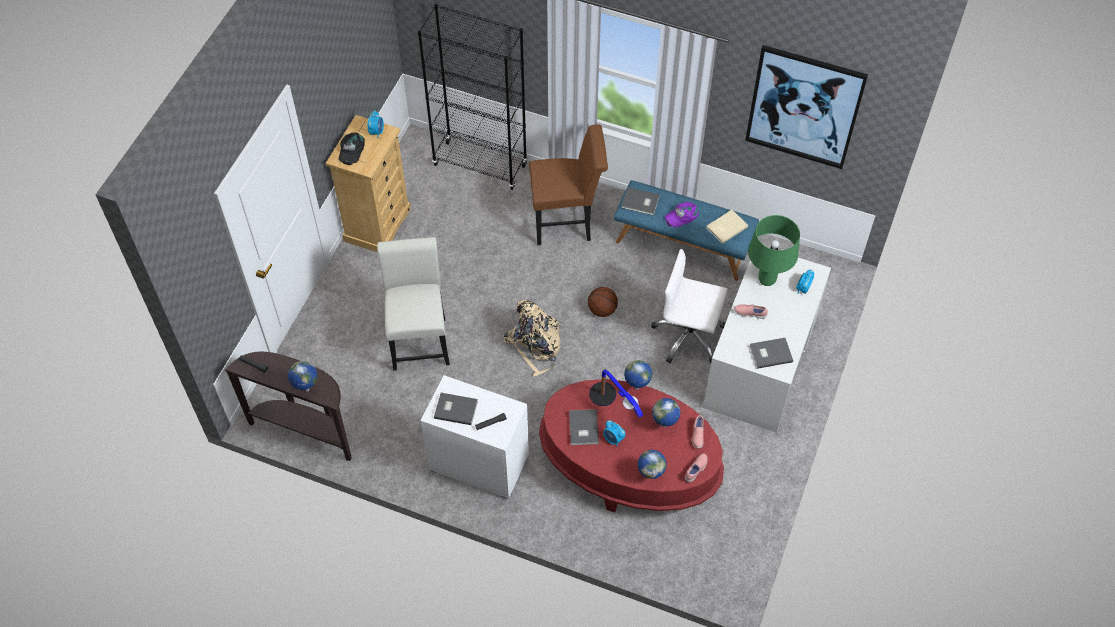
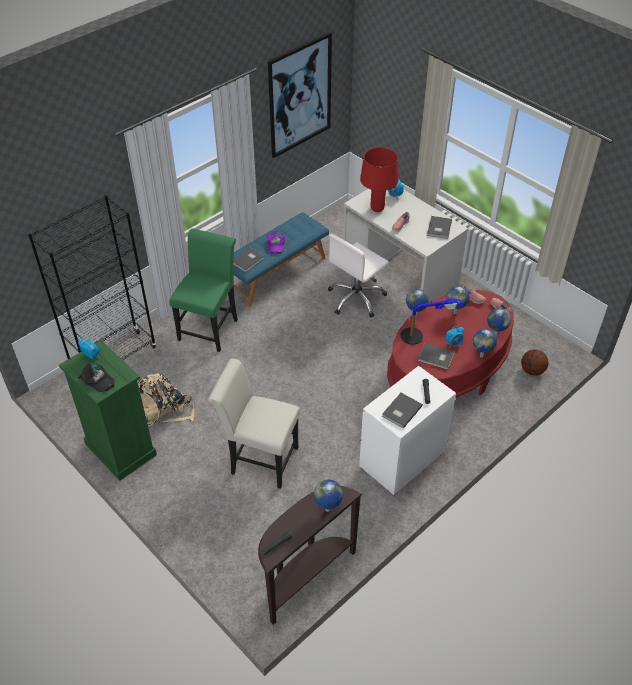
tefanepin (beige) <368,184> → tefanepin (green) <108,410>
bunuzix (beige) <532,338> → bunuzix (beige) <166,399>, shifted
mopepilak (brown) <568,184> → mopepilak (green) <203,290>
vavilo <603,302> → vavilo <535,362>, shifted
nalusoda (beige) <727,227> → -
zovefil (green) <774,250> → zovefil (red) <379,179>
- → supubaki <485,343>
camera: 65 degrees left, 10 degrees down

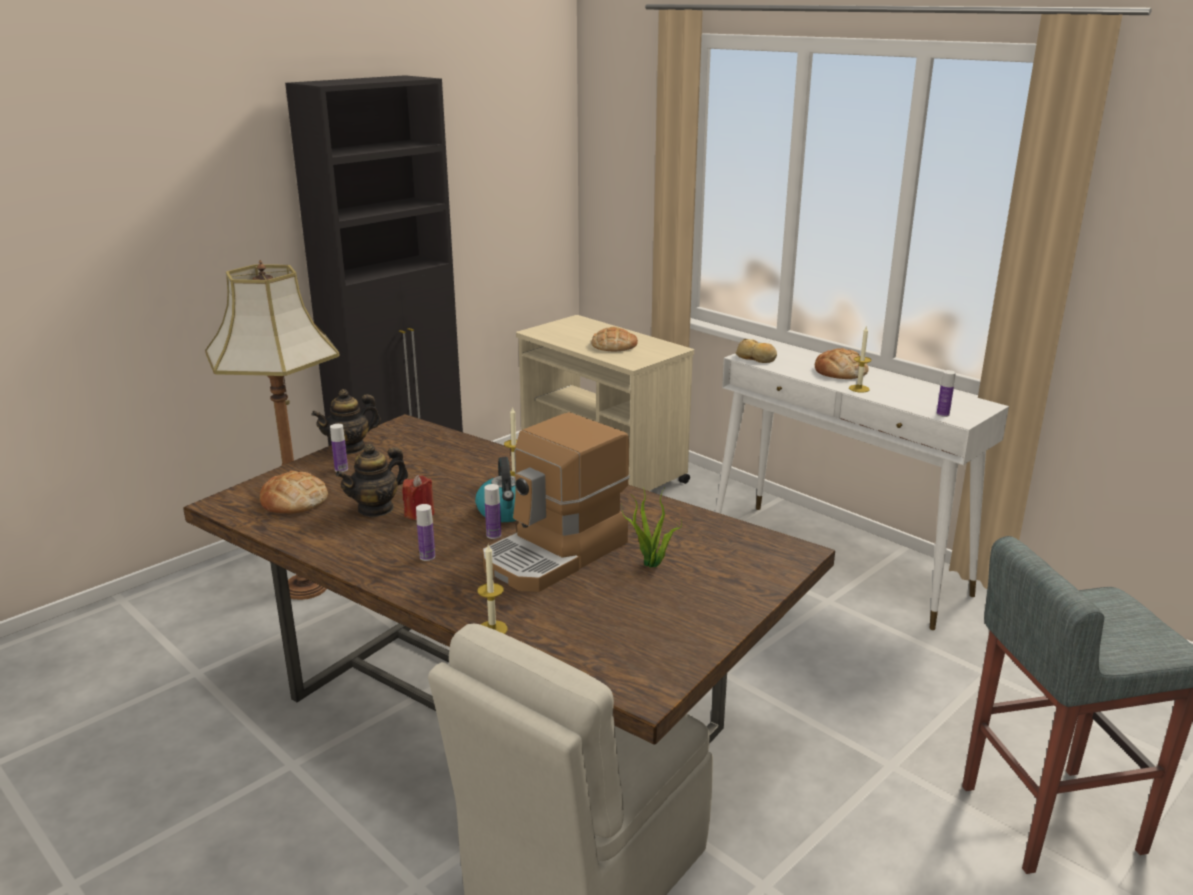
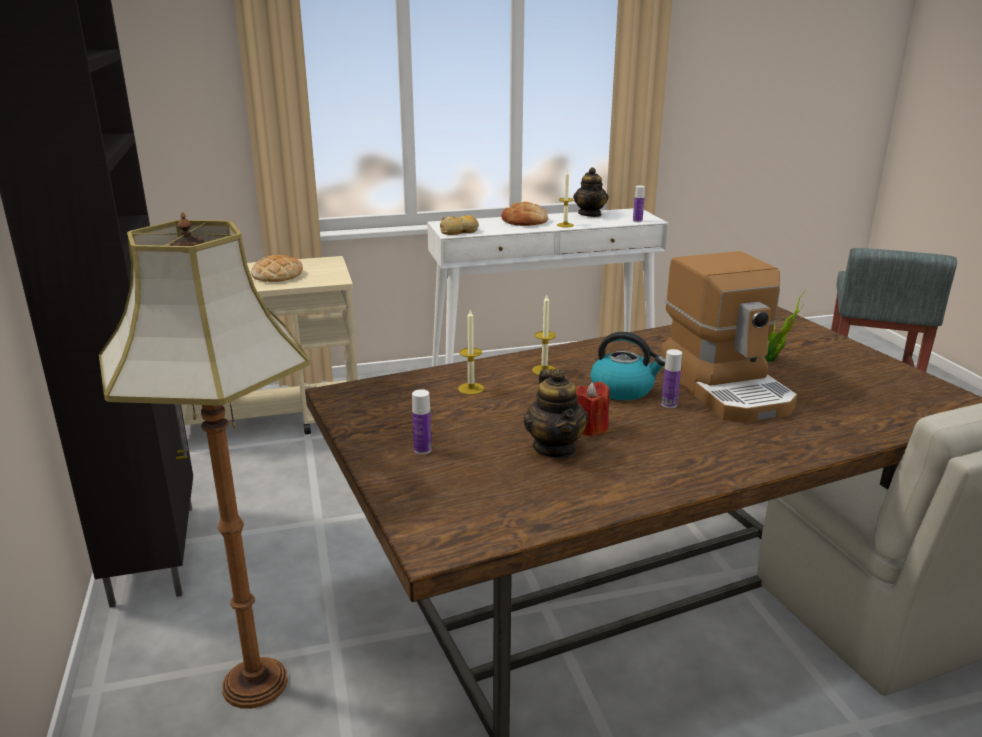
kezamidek <294,492> → -
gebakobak <346,421> → gebakobak <590,192>, shifted
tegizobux <425,532> → -
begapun <493,589> → begapun <471,352>, shifted
camera: 60 degrees left, 0 degrees up

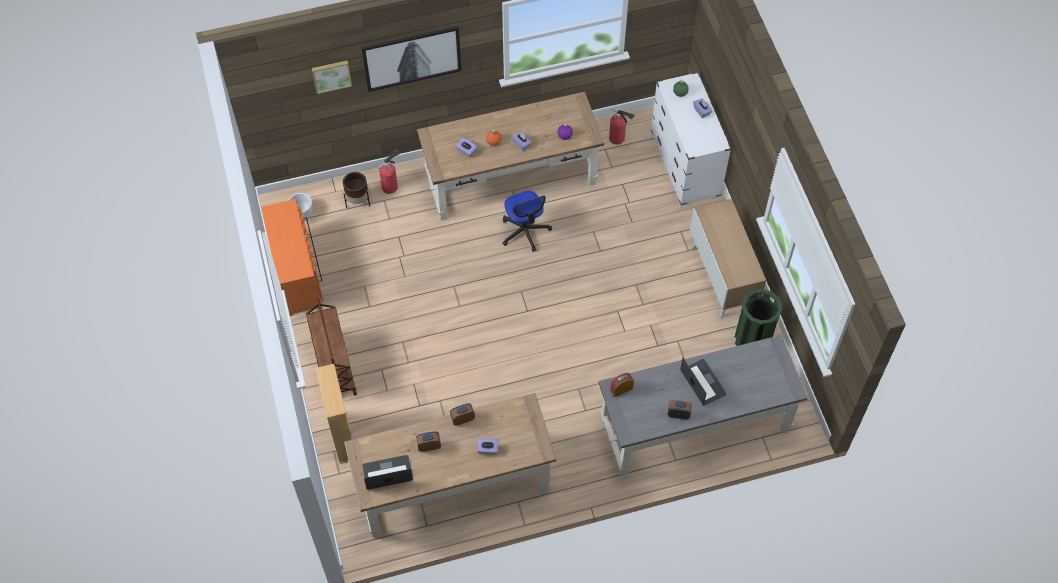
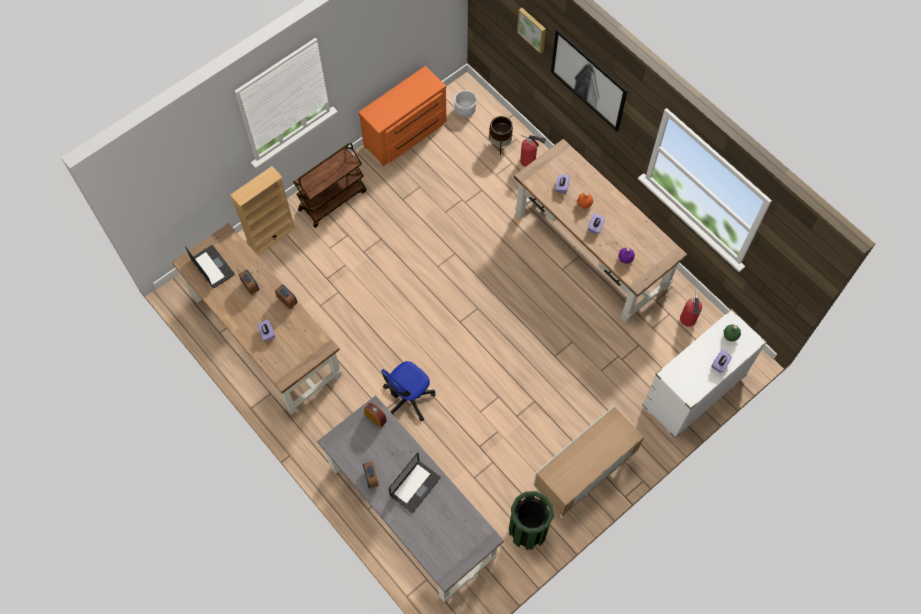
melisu <527,221> → melisu <408,391>, shifted
camera: 65 degrees right, 5 degrees up

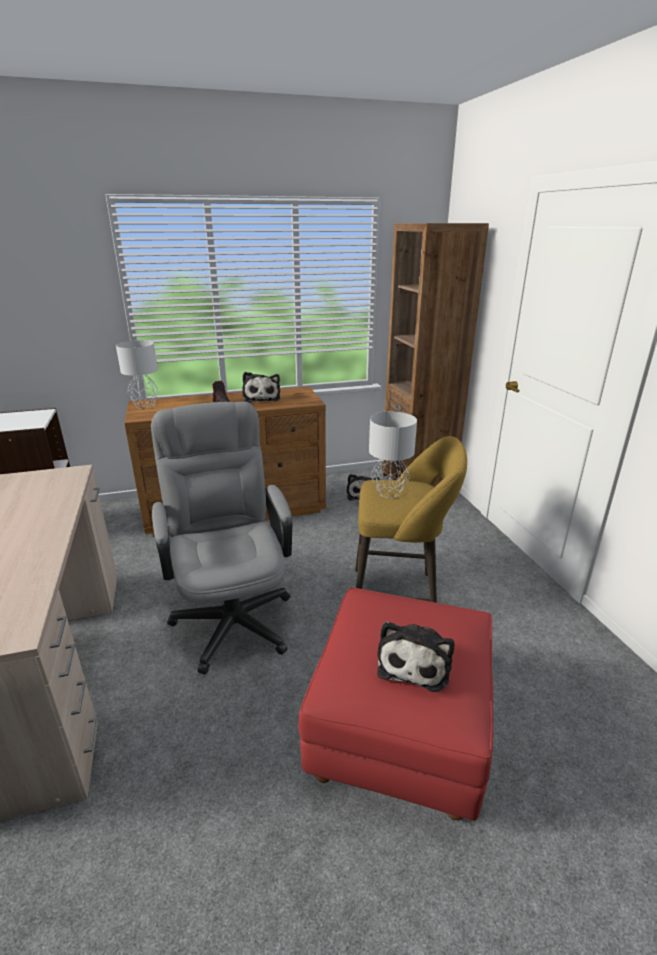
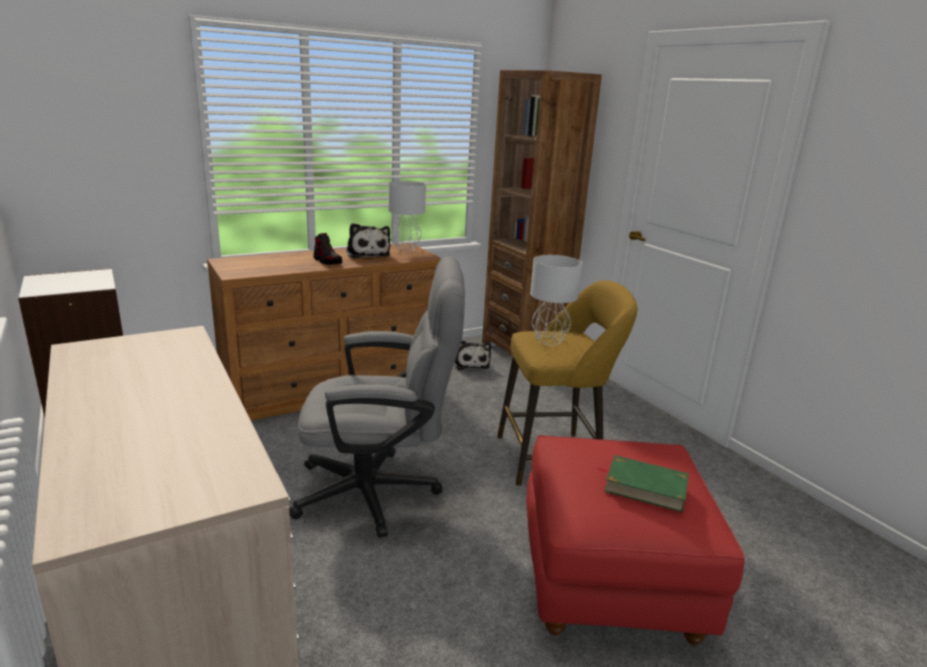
zovefil (grey) <137,375> → zovefil (grey) <407,216>, shifted
melisu (grey) <222,538> → melisu (grey) <377,397>, 120 degrees clockwise
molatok <415,656> → nalusoda (green) <643,483>
camera: 15 degrees left, 5 degrees down

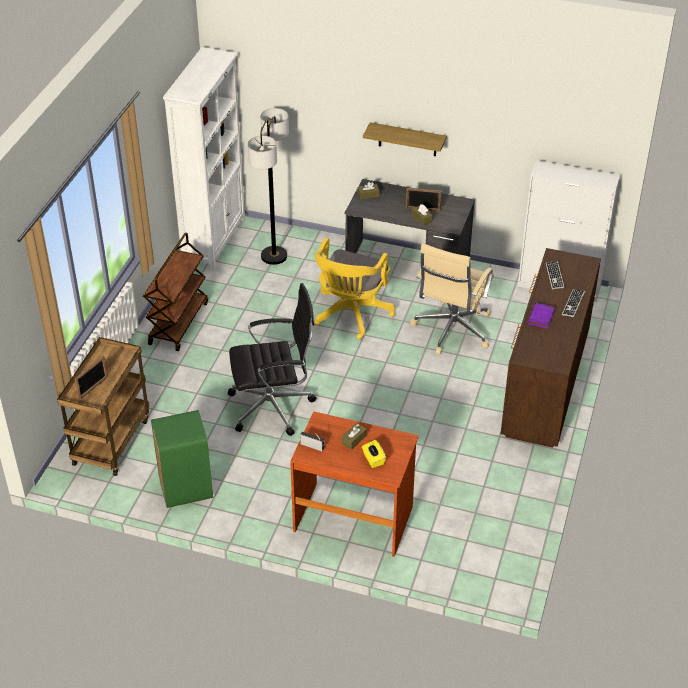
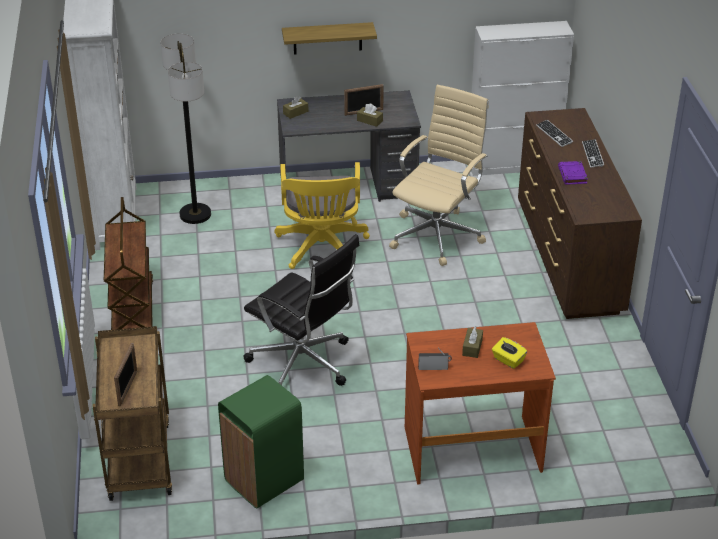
melisu (black) <272,359> → melisu (black) <301,310>, 75 degrees clockwise
melisu (beige) <452,299> → melisu (beige) <438,175>, 150 degrees counterclockwise
camera: 25 degrees left, 5 degrees down

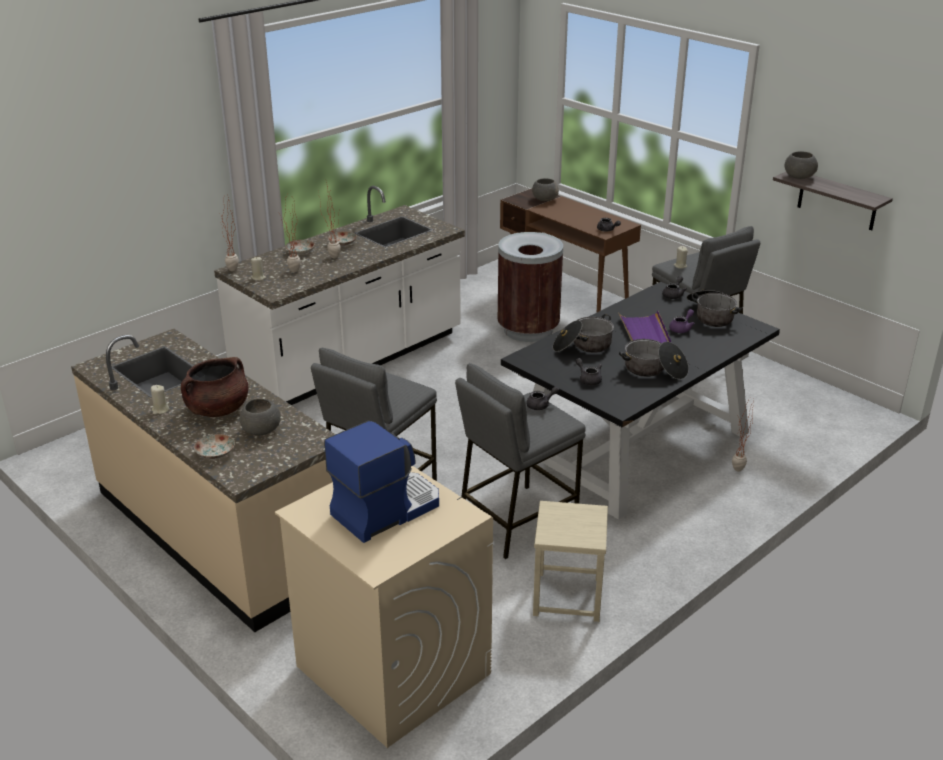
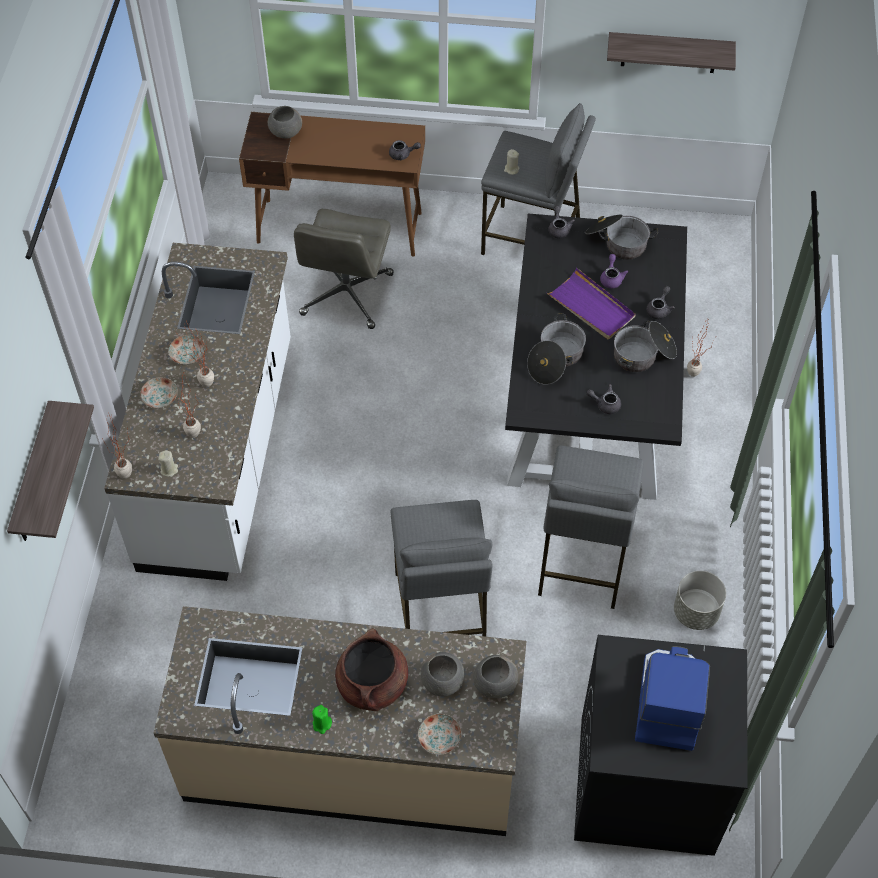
begapun (beige) <160,399> → begapun (green) <322,719>
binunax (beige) <384,607> → binunax (black) <661,745>
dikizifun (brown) <530,287> → melisu (grey) <344,269>
gebakobak (grey) <542,398> → gebakobak (grey) <660,302>, shifted
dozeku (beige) <570,561> → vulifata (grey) <700,600>
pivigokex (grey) <801,165> → pivigokex (grey) <495,676>, shifted
- → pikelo <50,471>
camera: 40 degrees left, 25 degrees up

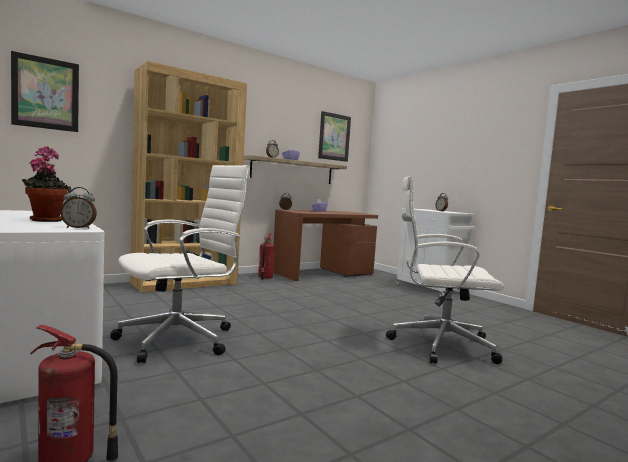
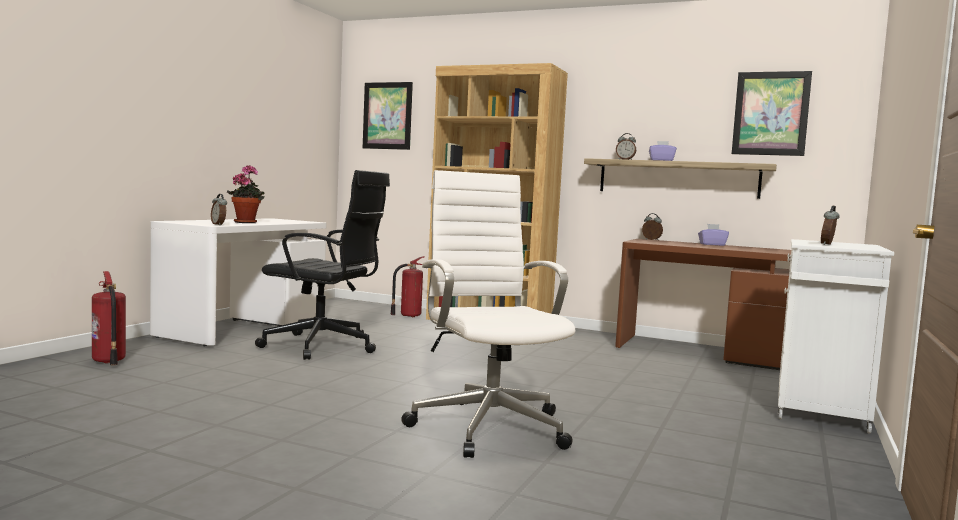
melisu (white) <180,264> → melisu (black) <322,265>
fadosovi <266,256> → fadosovi <407,286>, shifted
camera: 60 degrees right, 0 degrees up

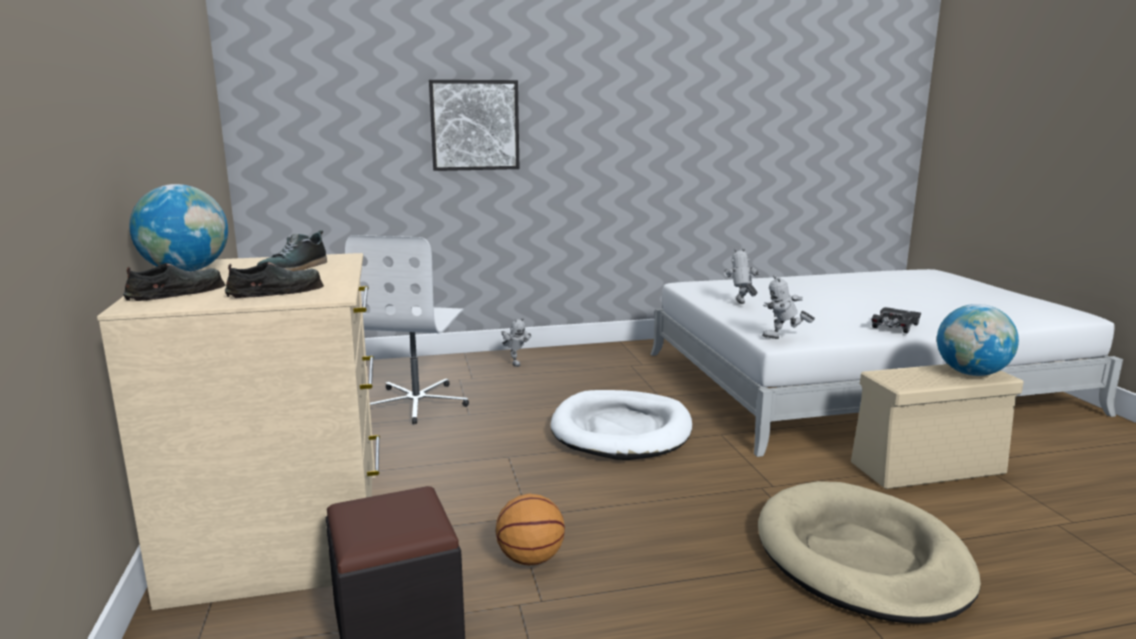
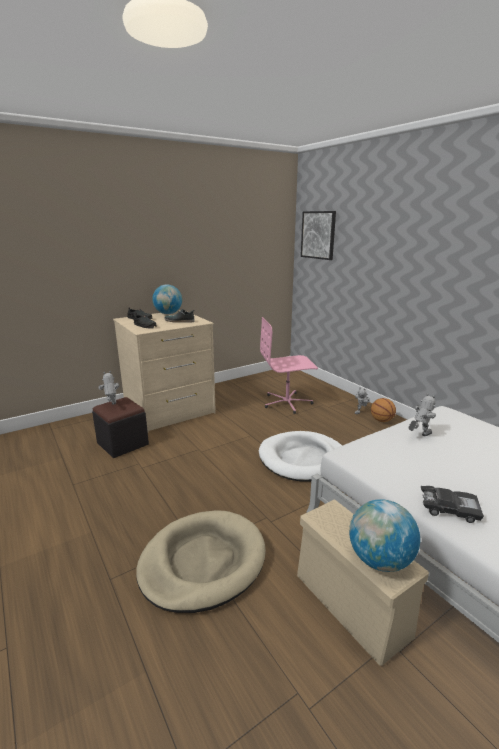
melisu (white) <407,329> → melisu (pink) <289,365>
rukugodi <474,125> → rukugodi <318,235>, shifted
vavilo <530,529> → vavilo <383,410>, shifted
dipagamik <788,307> → dipagamik <108,388>, shifted
camera: 70 degrees right, 5 degrees up

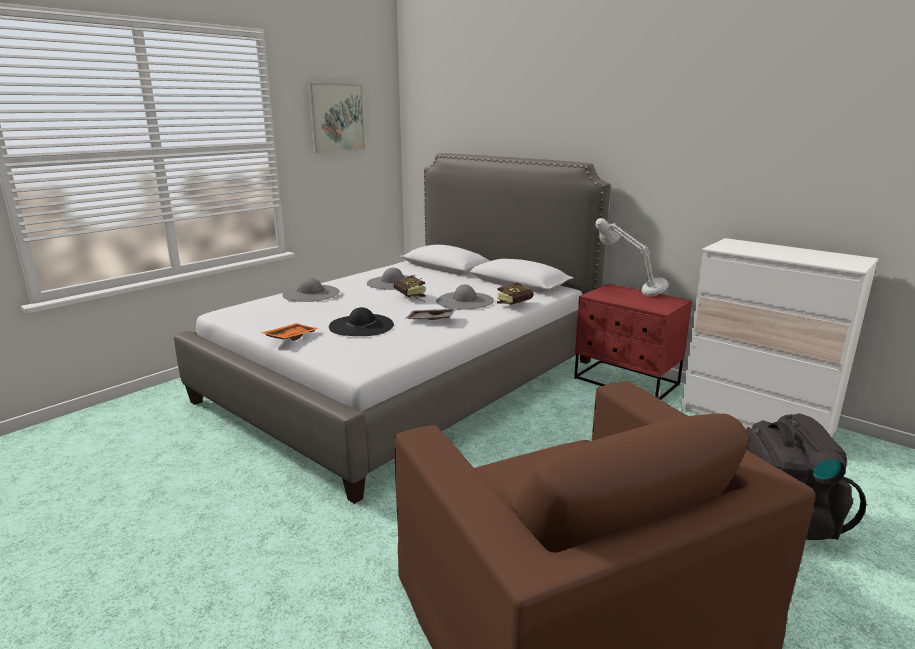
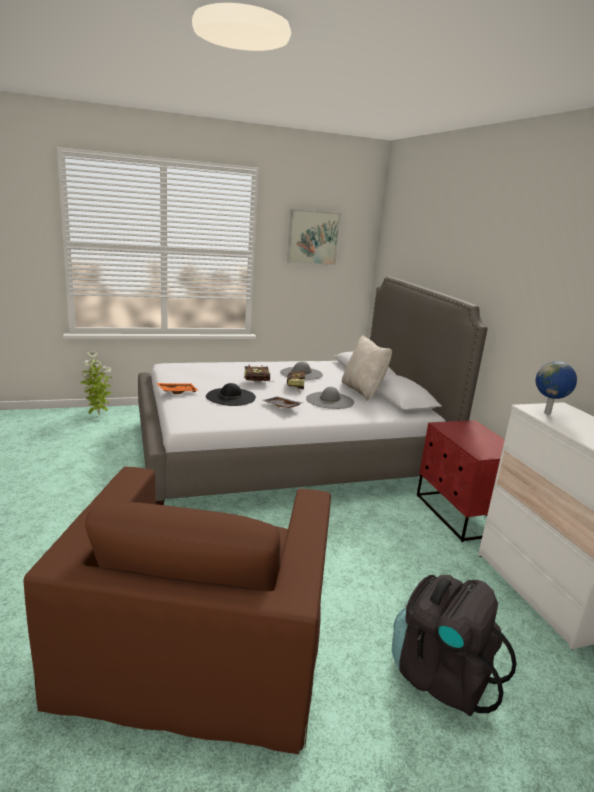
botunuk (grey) <311,290> → -
nalusoda <515,293> → nalusoda <257,373>, shifted
zovefil (grey) <631,257> → -
- → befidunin <96,383>
- → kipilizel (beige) <367,368>
- → supubaki <556,388>
camera: 30 degrees right, 0 degrees up

